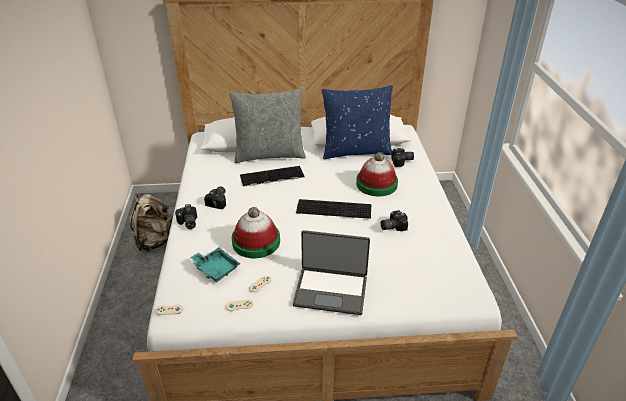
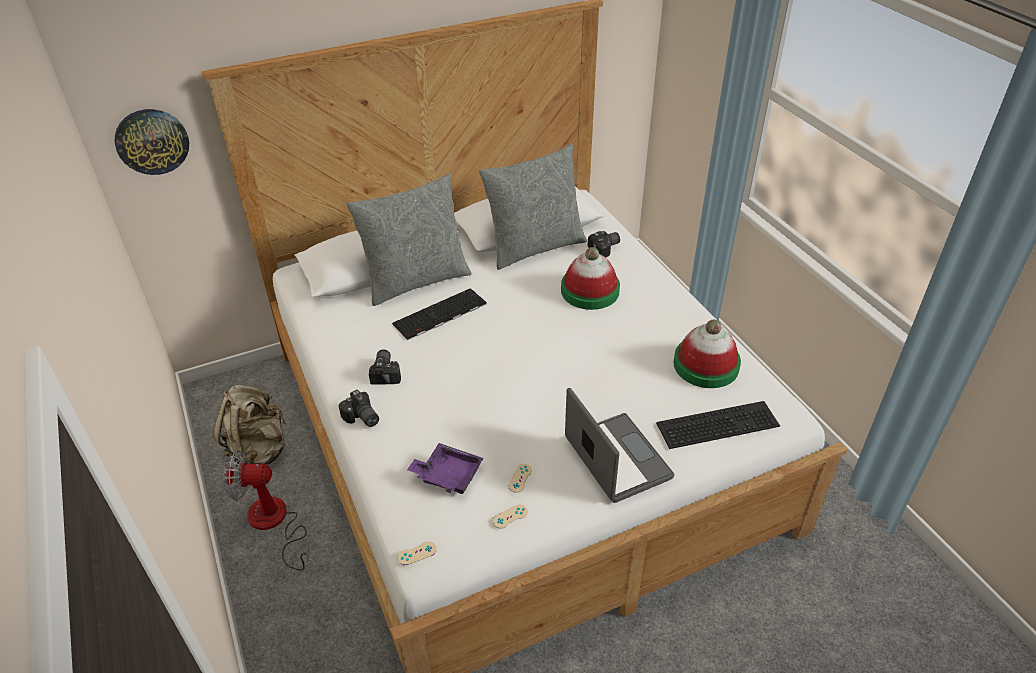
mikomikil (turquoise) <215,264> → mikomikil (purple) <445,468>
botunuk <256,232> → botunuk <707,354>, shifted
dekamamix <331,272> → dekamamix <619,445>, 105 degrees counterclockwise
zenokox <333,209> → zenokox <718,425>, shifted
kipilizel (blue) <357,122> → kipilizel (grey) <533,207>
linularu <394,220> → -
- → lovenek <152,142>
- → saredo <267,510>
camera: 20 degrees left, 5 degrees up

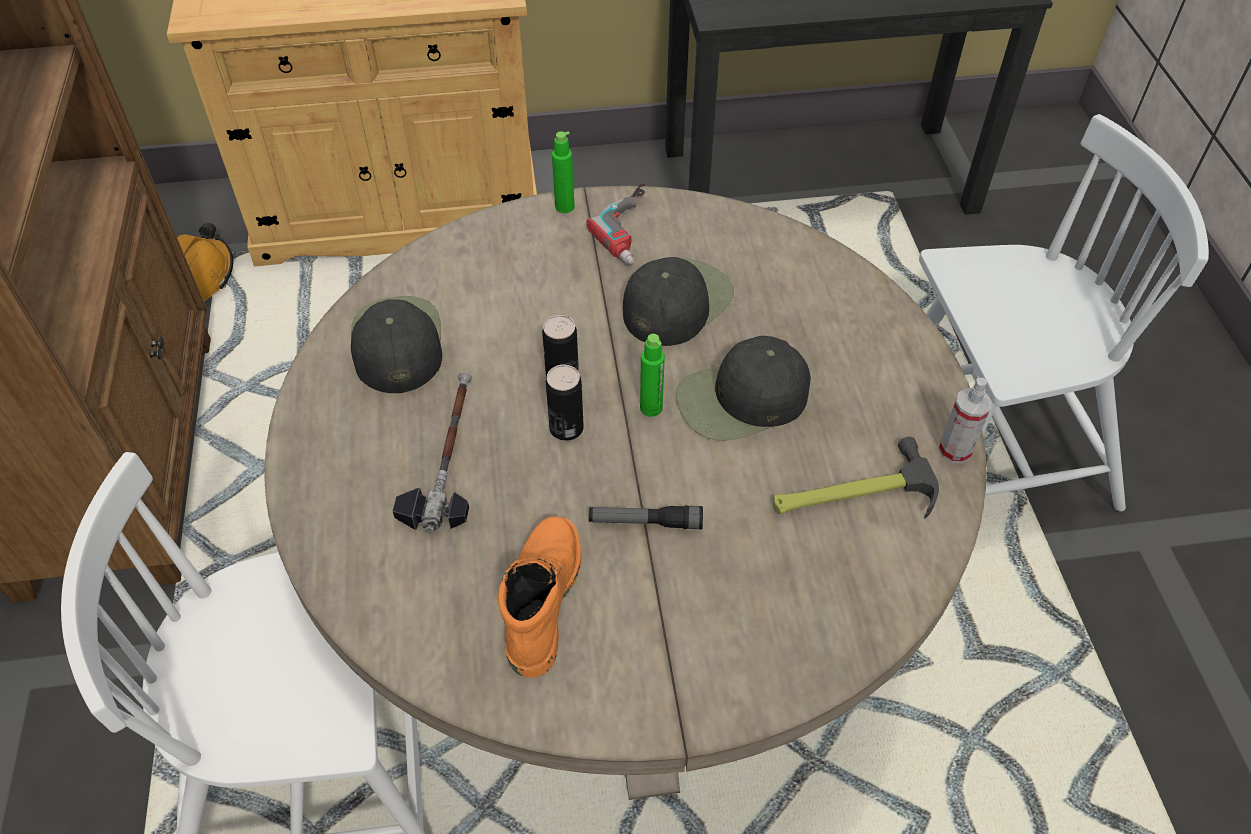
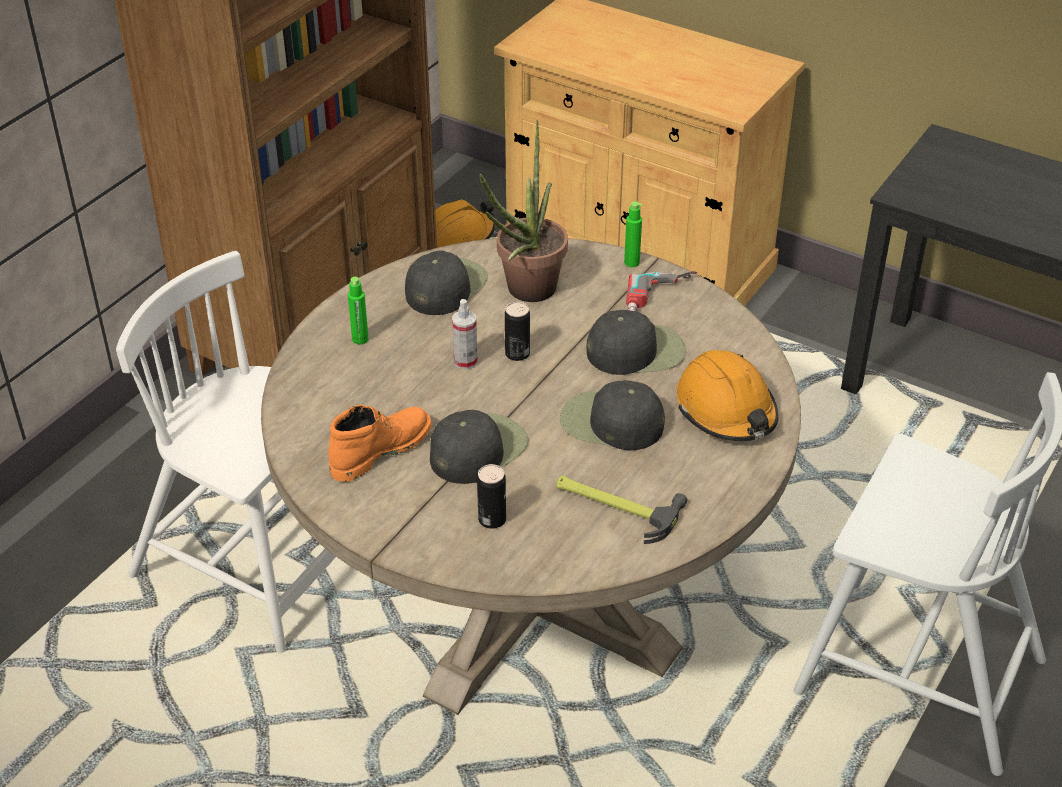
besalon <432,452> → -
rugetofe <565,403> → rugetofe <491,496>, shifted
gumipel <646,517> → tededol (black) <479,447>
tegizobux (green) <652,375> → tegizobux (green) <358,311>, shifted
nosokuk <965,421> → nosokuk <465,334>, shifted
- → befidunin <523,211>
- → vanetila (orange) <727,395>
camera: 40 degrees right, 10 degrees down

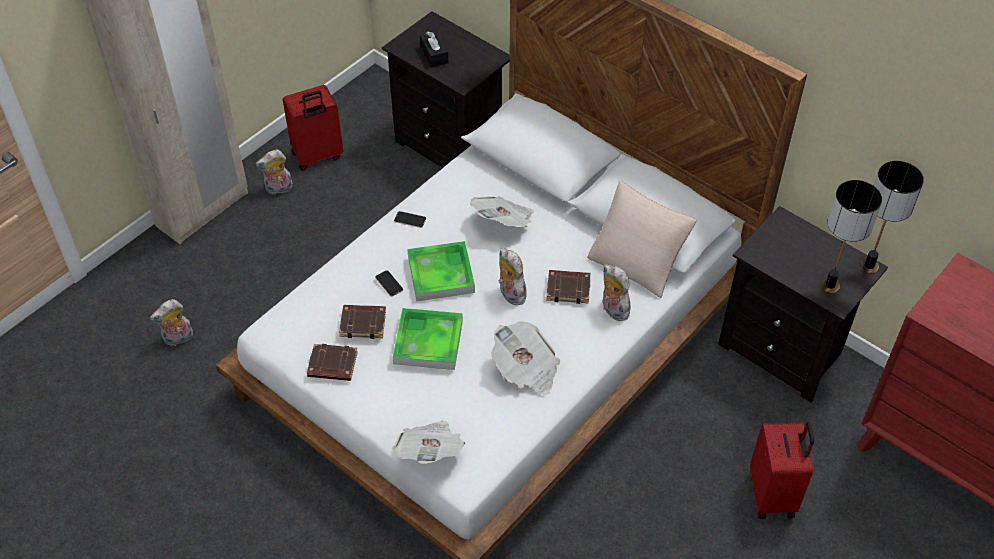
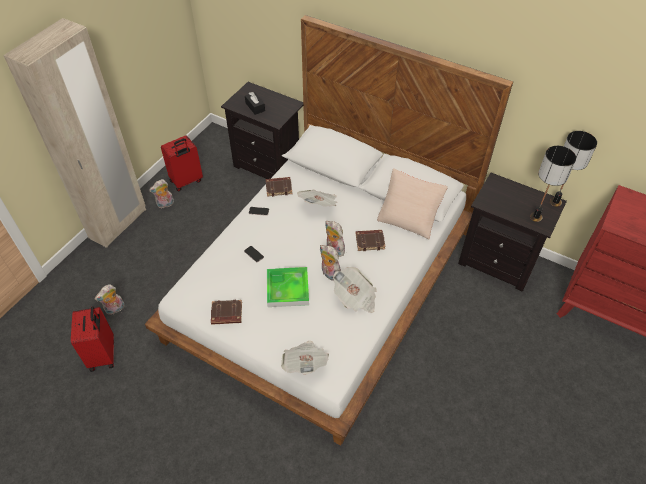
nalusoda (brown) <362,322> → nalusoda (brown) <279,187>, shifted
mikomikil <441,271> → -
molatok <616,292> → molatok <330,263>, shifted
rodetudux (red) <782,470> → rodetudux (red) <92,339>, shifted
camera: 10 degrees left, 0 degrees up

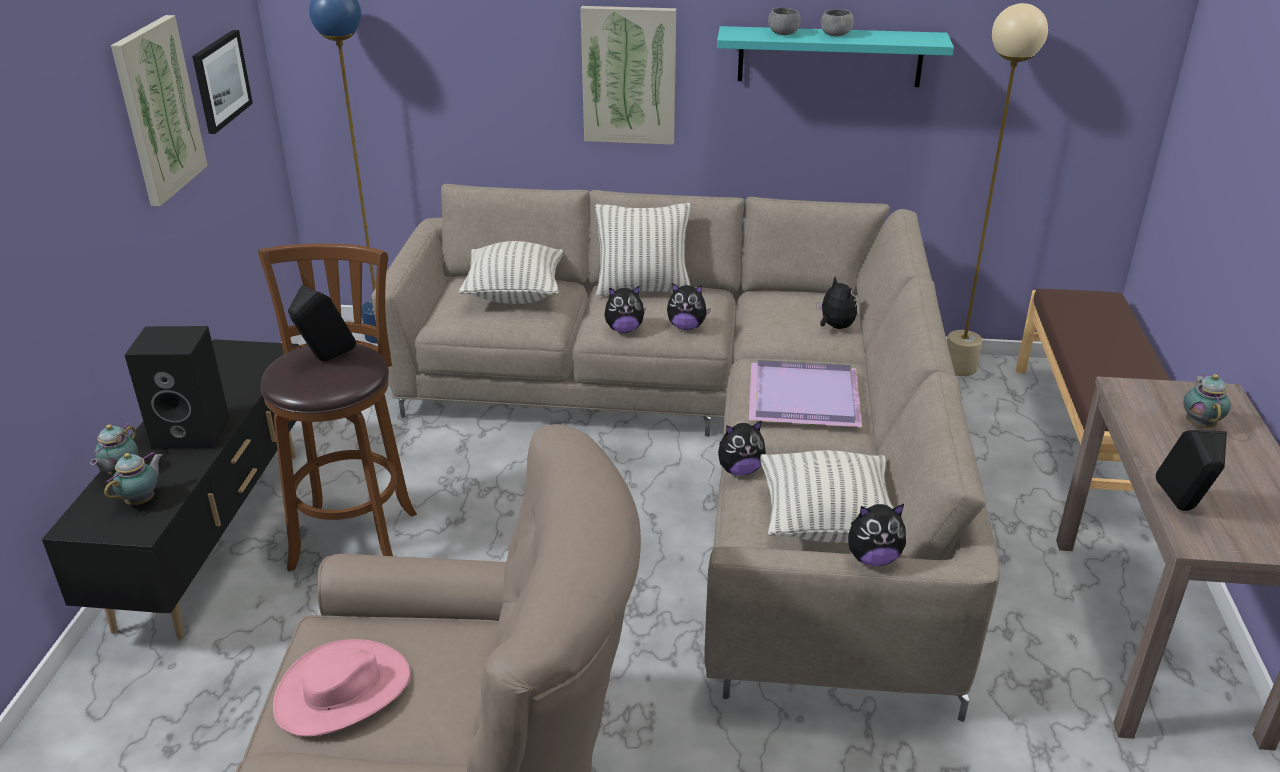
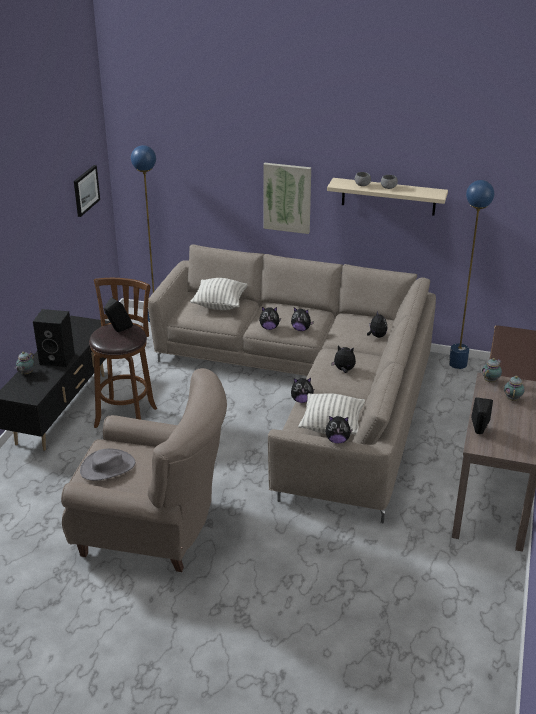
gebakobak <133,478> → gebakobak <492,370>, shifted
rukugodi <159,110> → -
botunuk (pink) <342,688> → botunuk (grey) <107,464>
kipilizel <643,249> → -
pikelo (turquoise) <835,56> → pikelo (beige) <387,196>
mikomikil (purple) <805,393> → molatok <343,359>
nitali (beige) <997,189> → nitali (blue) <471,274>
camera: 10 degrees right, 0 degrees up

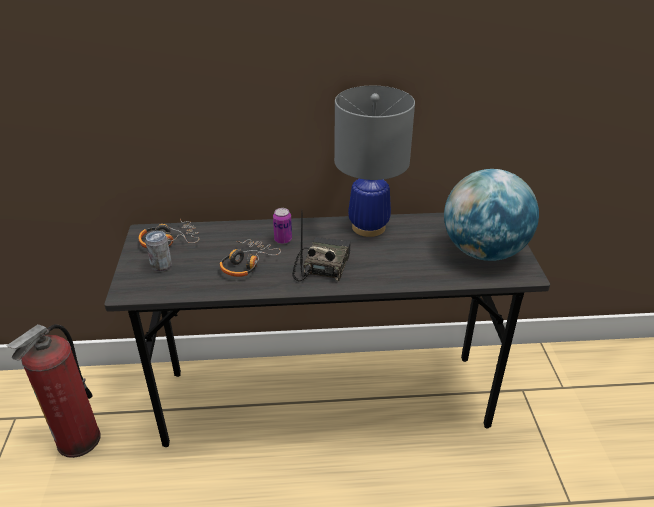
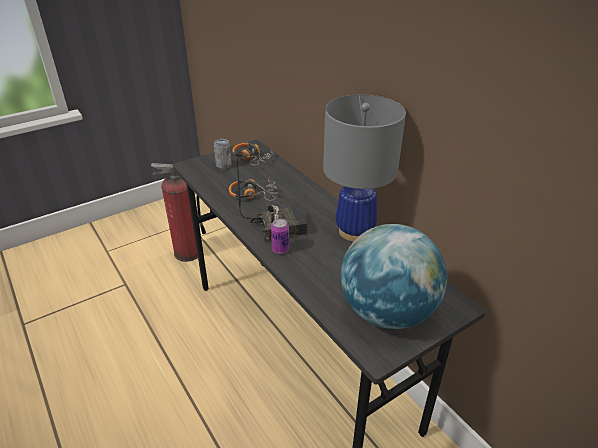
rugetofe <282,226> → rugetofe <280,236>, shifted
camera: 60 degrees right, 0 degrees up

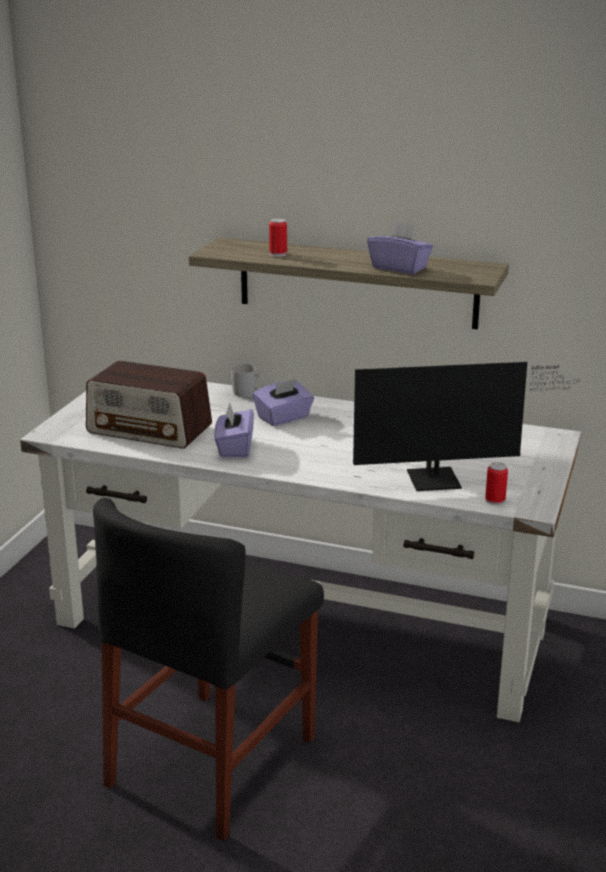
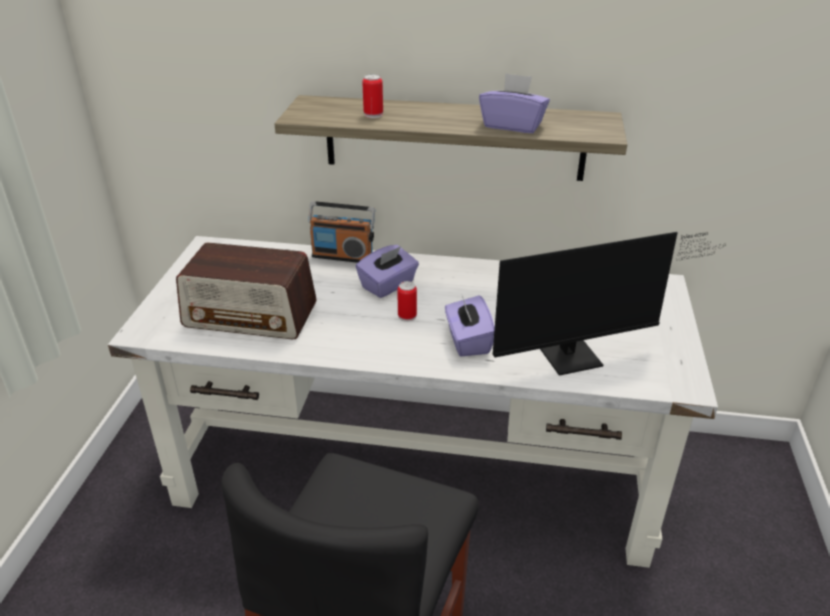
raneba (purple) <234,429> → raneba (purple) <470,326>, shifted
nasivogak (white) <248,380> → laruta <341,232>
rugetofe <496,484> → rugetofe <407,301>, shifted
camera: 10 degrees left, 10 degrees up

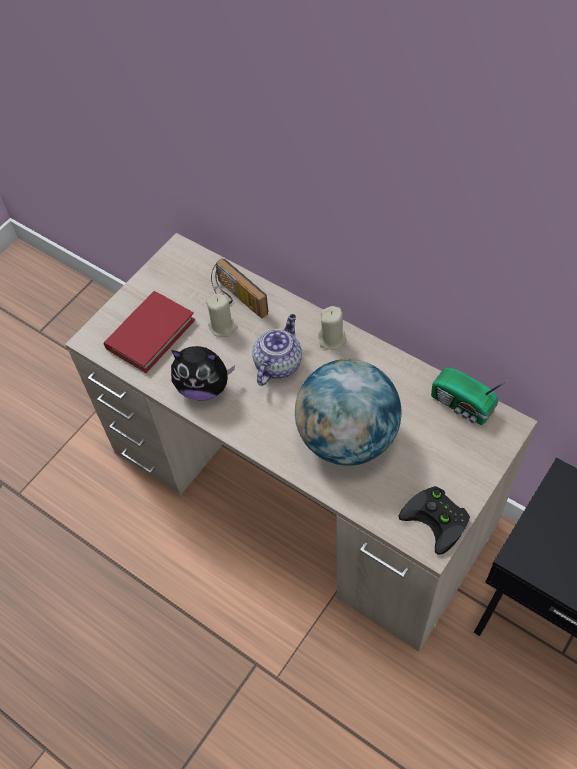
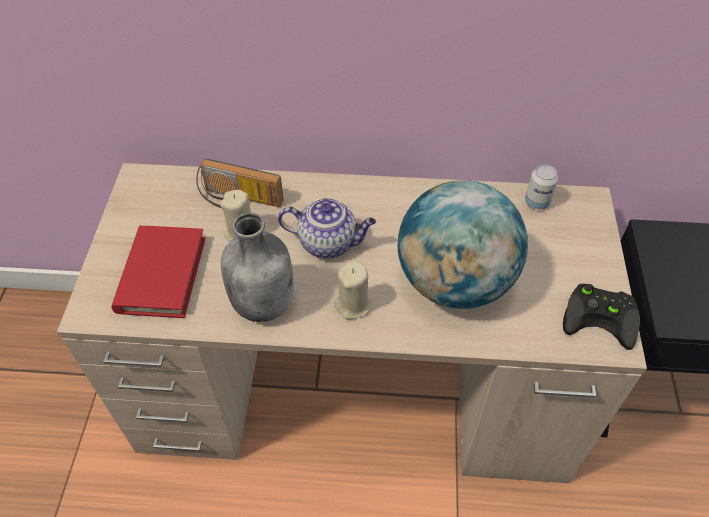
molatok <203,373> → tegizobux (grey) <257,267>
gebakobak <277,350> → gebakobak <327,228>, 105 degrees clockwise
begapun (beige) <332,328> → begapun (beige) <353,290>, shifted
laruta <470,396> → rugetofe <541,187>
camera: 35 degrees left, 5 degrees down

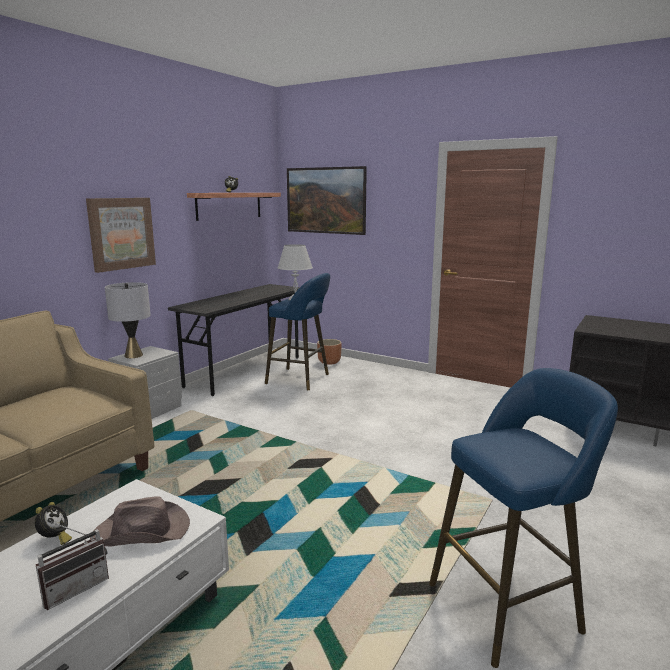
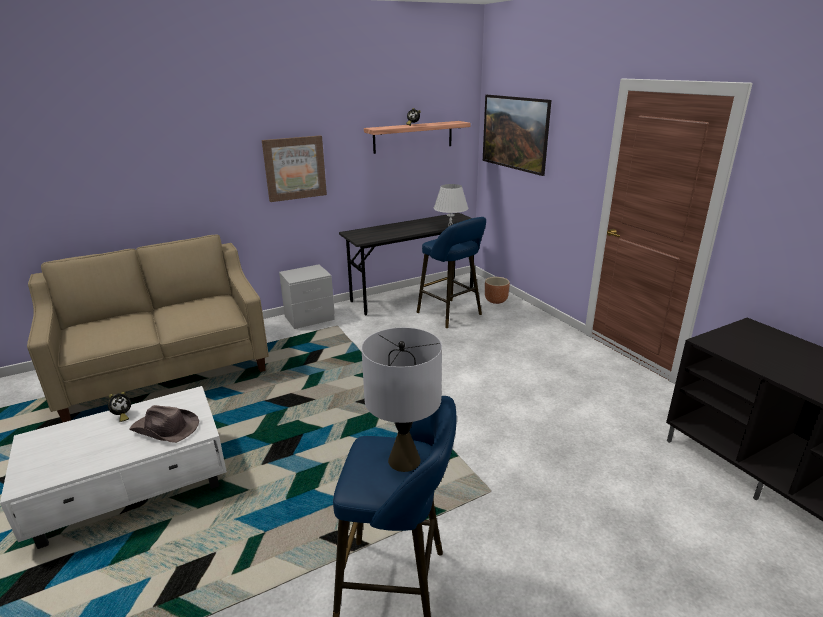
laruta <72,566> → -
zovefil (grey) <128,320> → zovefil (grey) <401,399>, shifted
camera: 30 degrees right, 10 degrees up

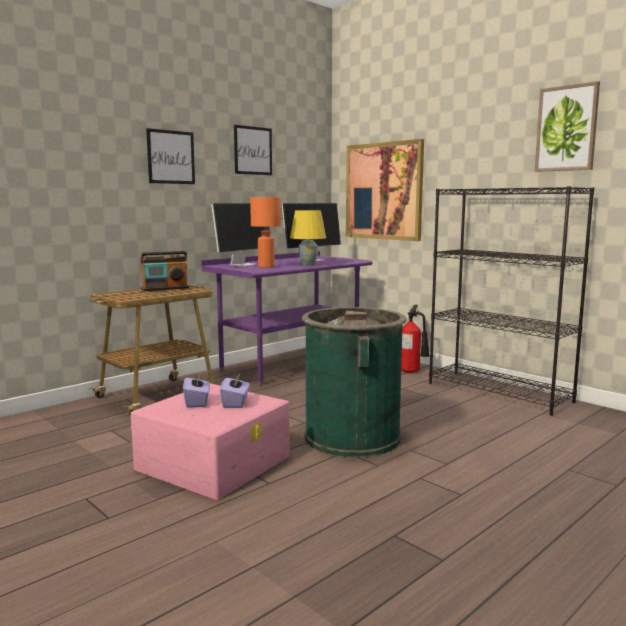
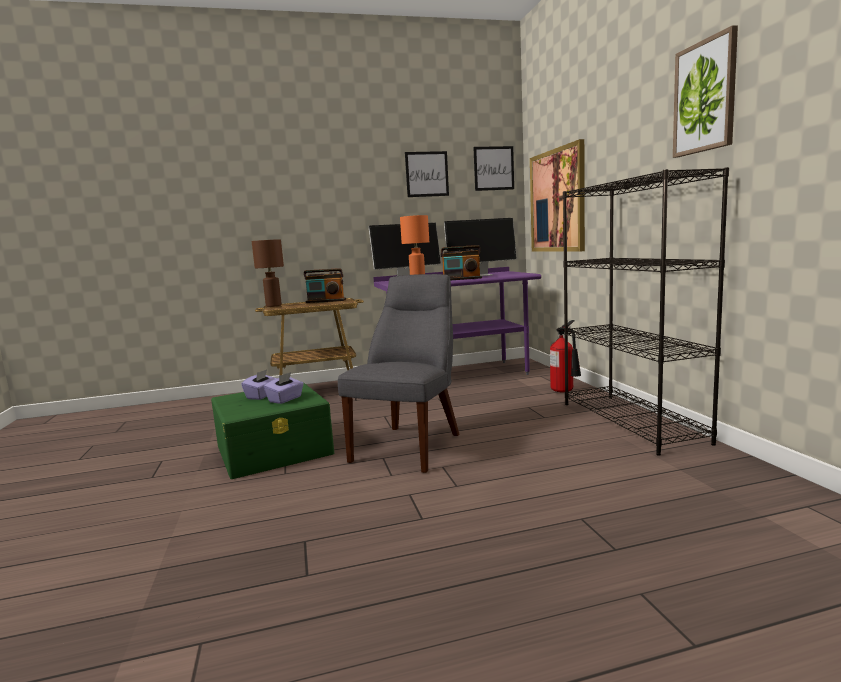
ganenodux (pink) <210,441> → ganenodux (green) <272,431>
rukugodi <170,156> → rukugodi <493,168>, shifted
zovefil (yellow) <308,238> → laruta <461,263>
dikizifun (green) <354,382> → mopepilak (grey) <398,373>
- → zovefil (brown) <268,273>
camera: 30 degrees right, 0 degrees up

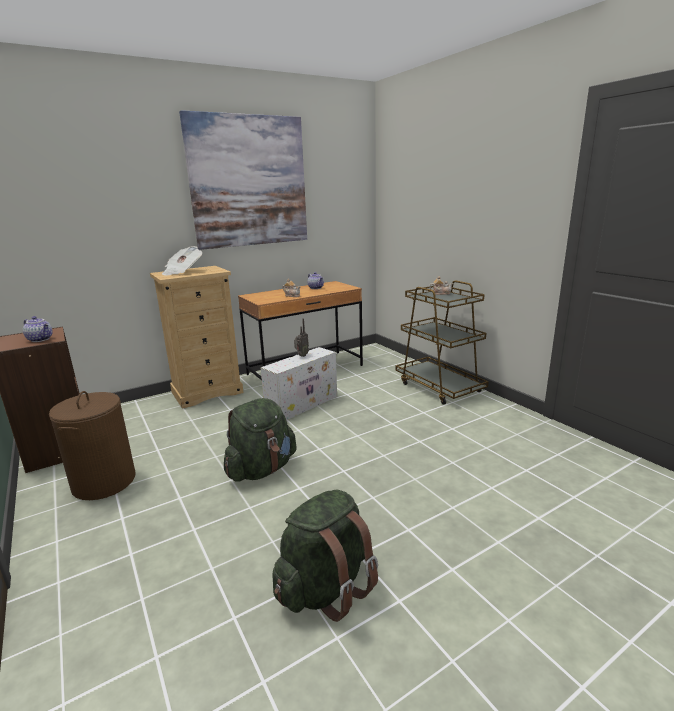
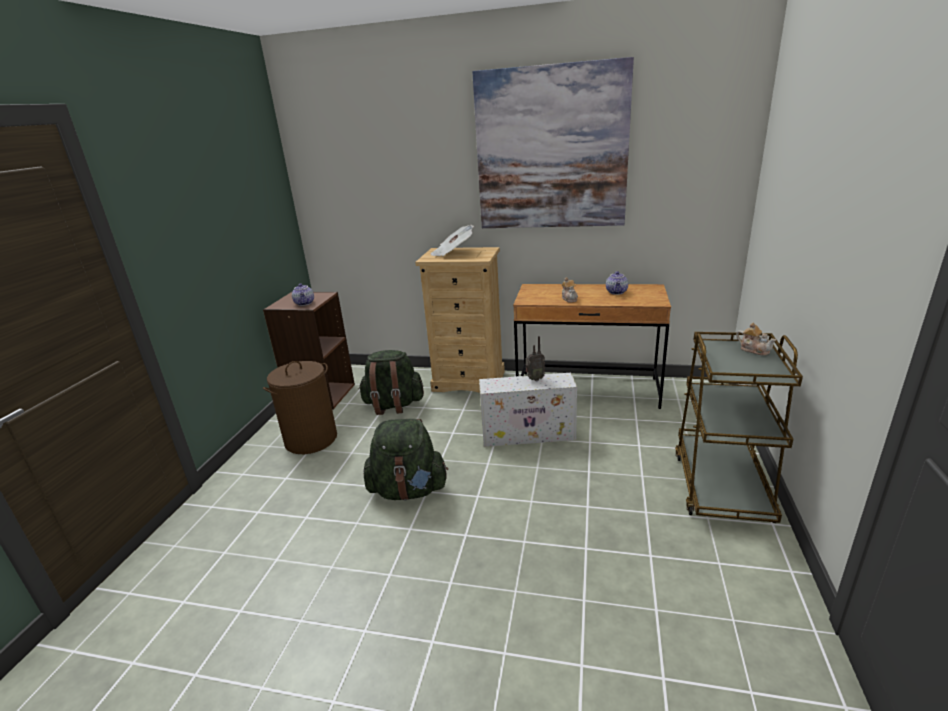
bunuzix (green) <325,556> → bunuzix (green) <391,382>, shifted
camera: 45 degrees right, 5 degrees up

